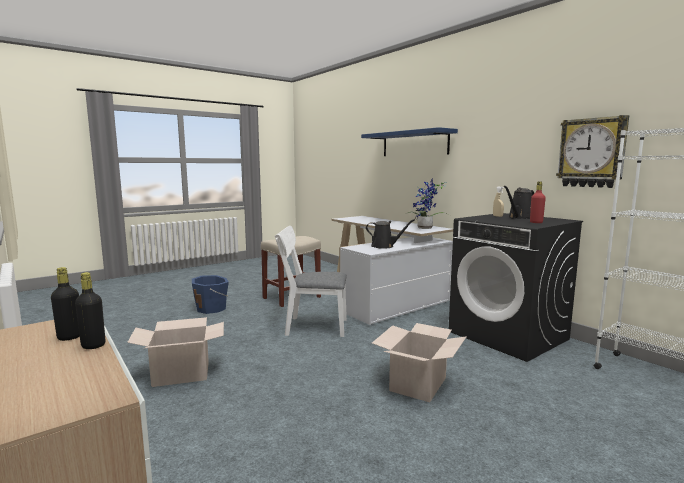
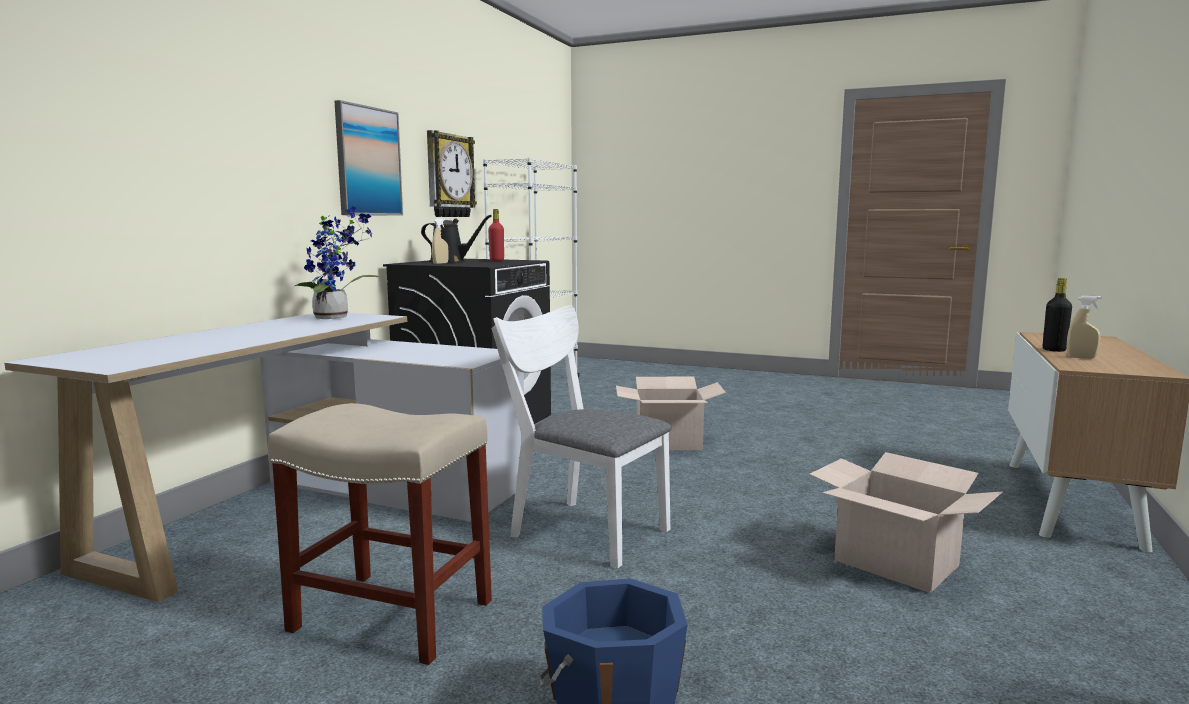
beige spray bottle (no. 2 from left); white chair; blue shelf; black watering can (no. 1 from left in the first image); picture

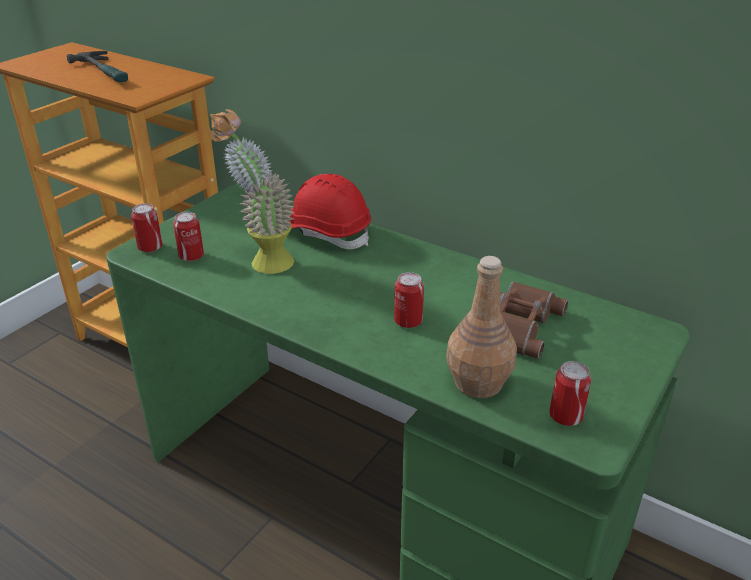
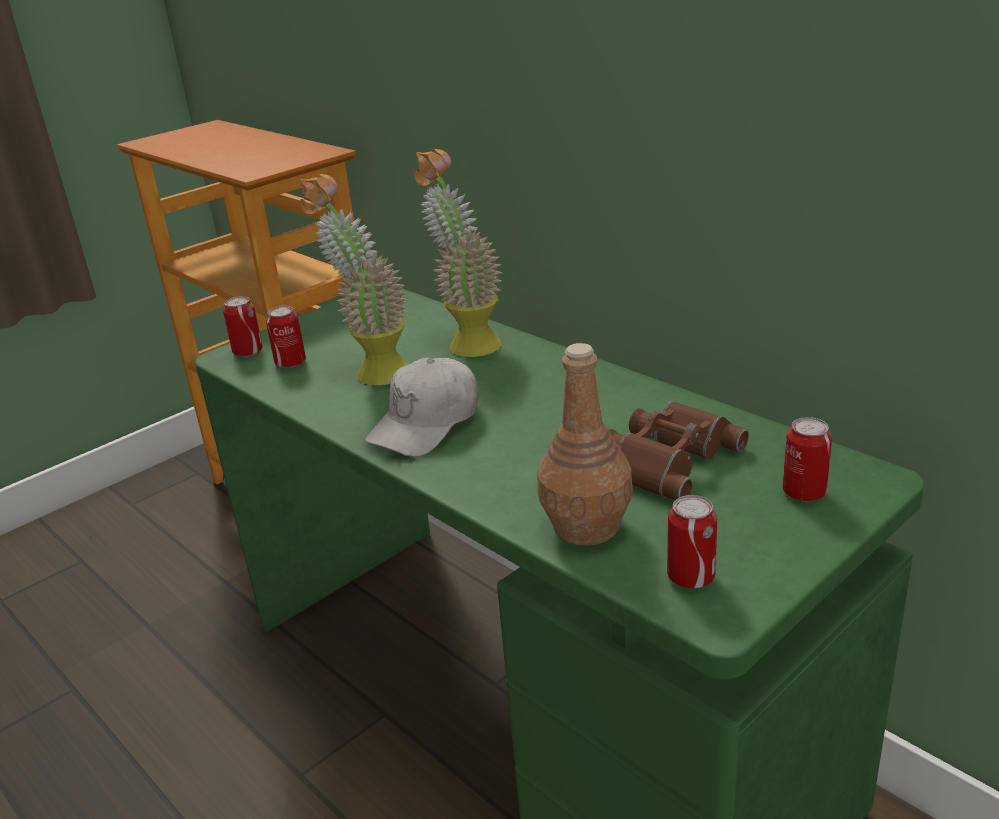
hammer; potted plant (no. 2 from left); can (no. 4 from left); white cap

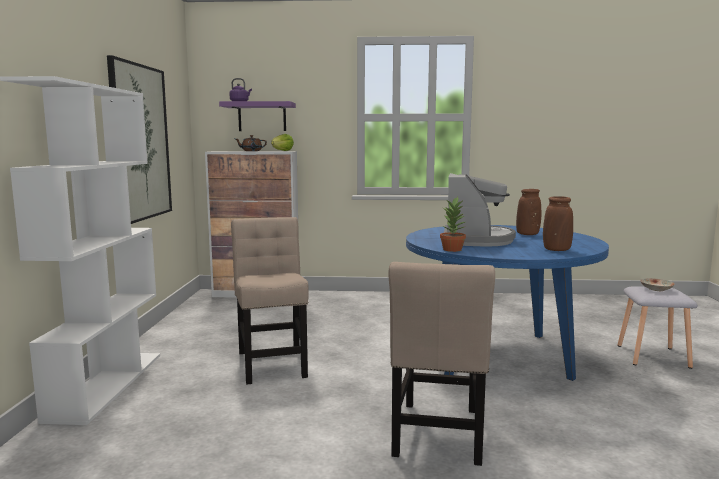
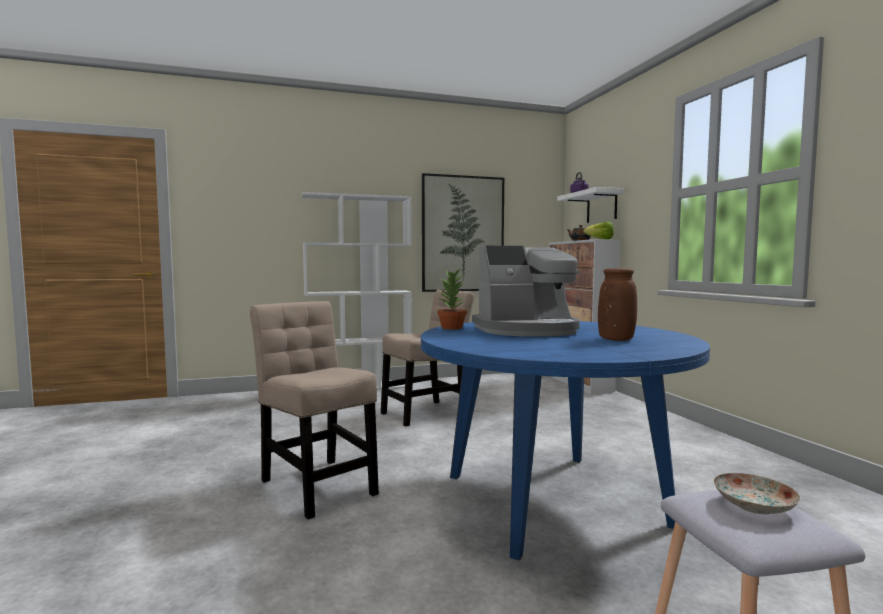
white shelf; beige chair (no. 1 from left); brown vase (no. 2 from left in the first image)

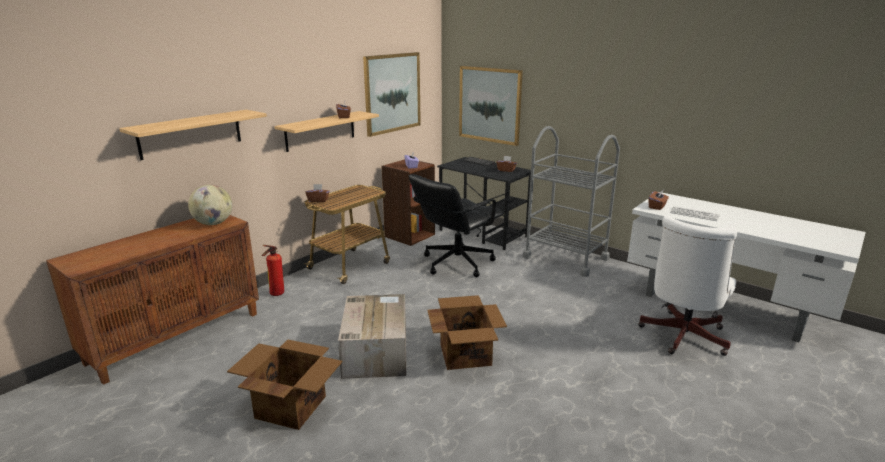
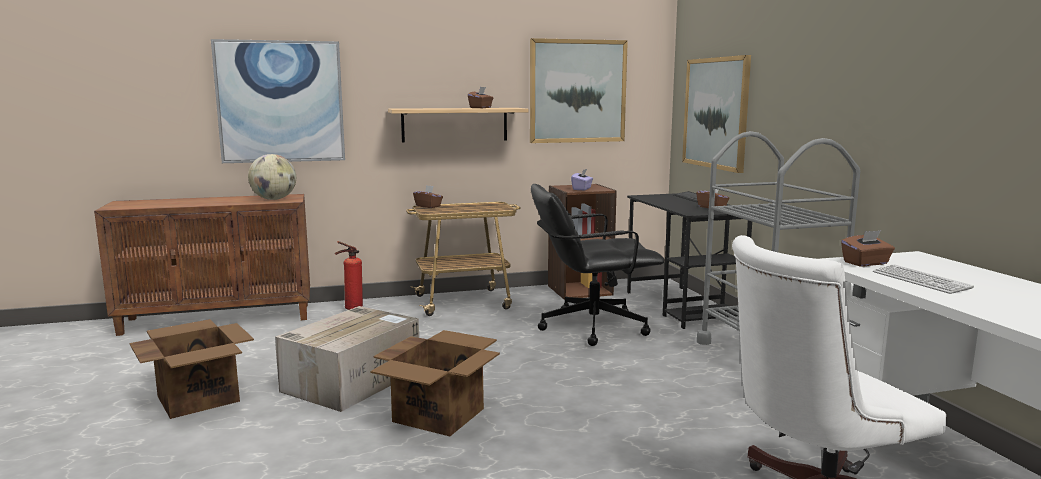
picture (no. 1 from left)

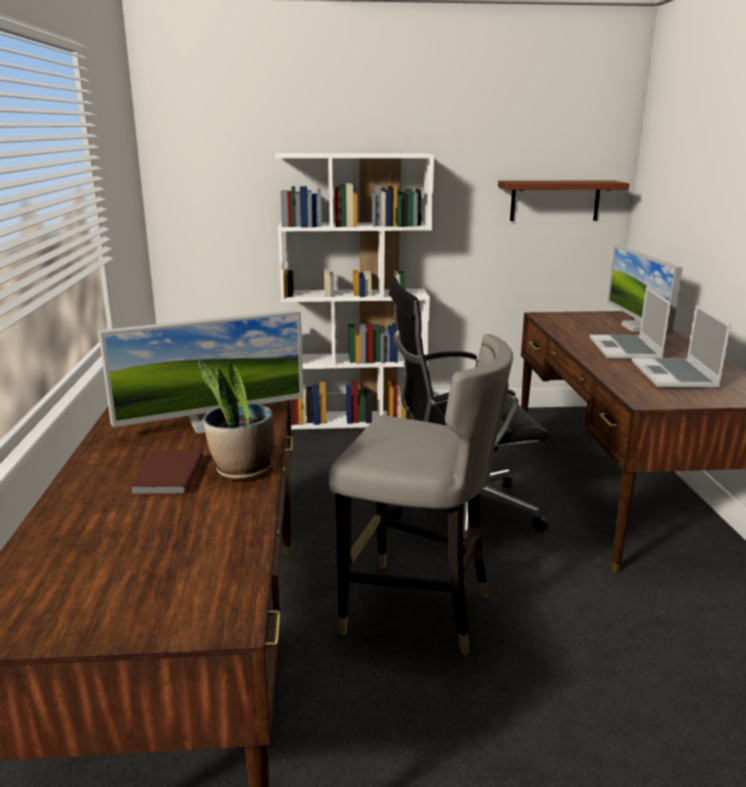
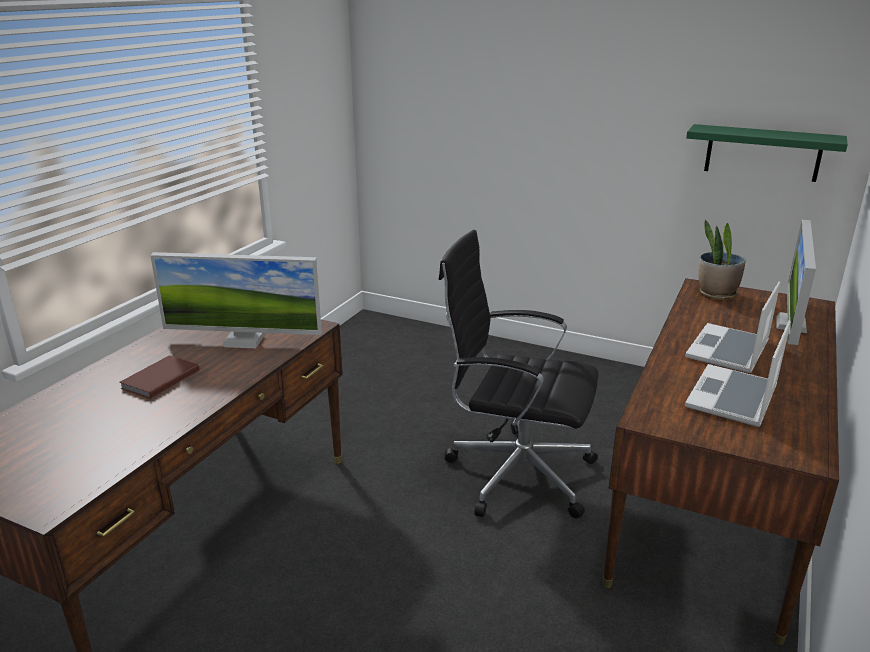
potted plant; white bookcase; grey stool; green shelf

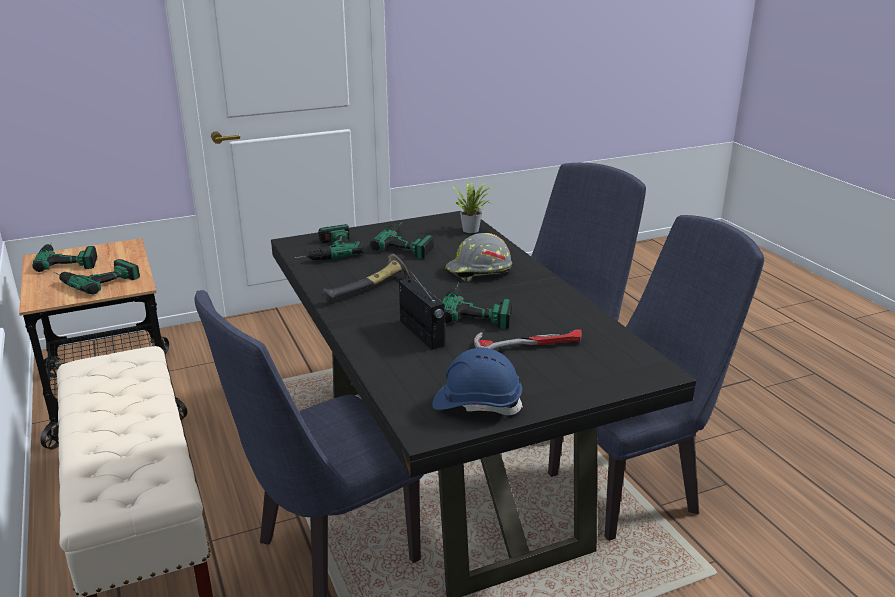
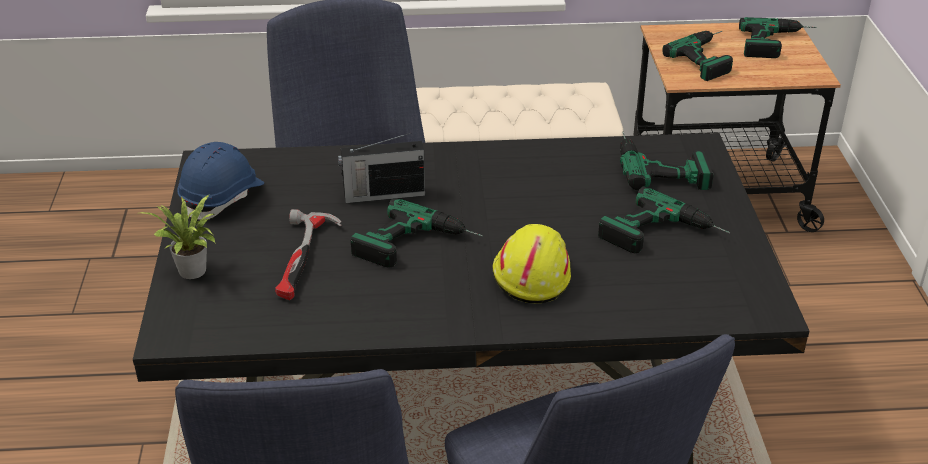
hammer (no. 1 from left in the first image); yellow hard hat; potted plant

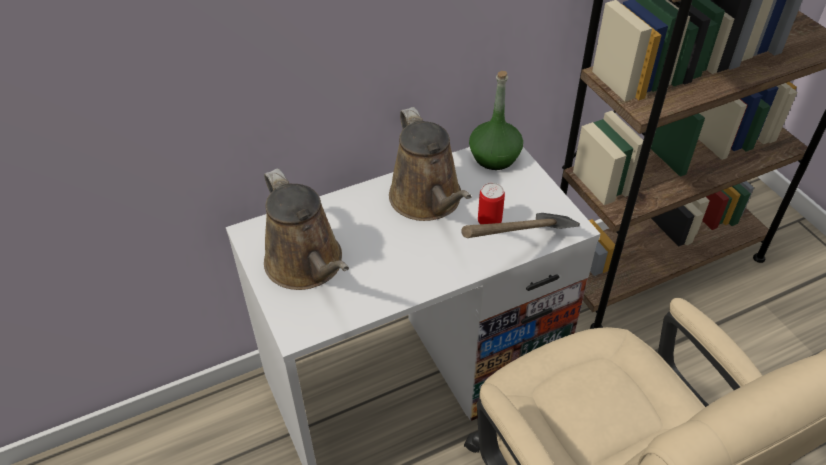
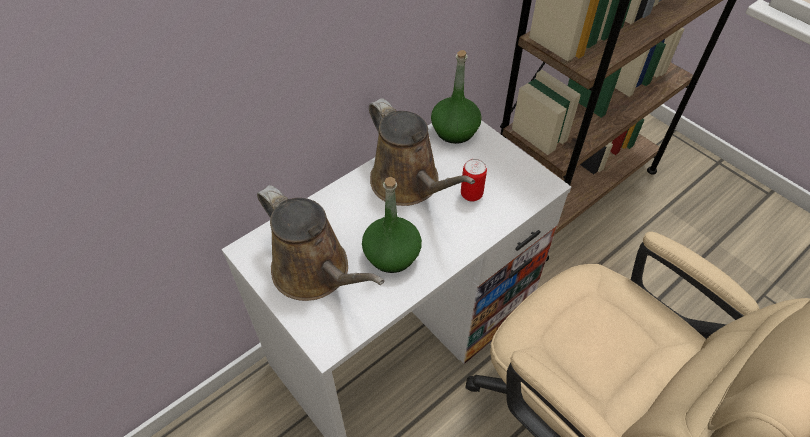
hammer; green bottle (no. 1 from left)

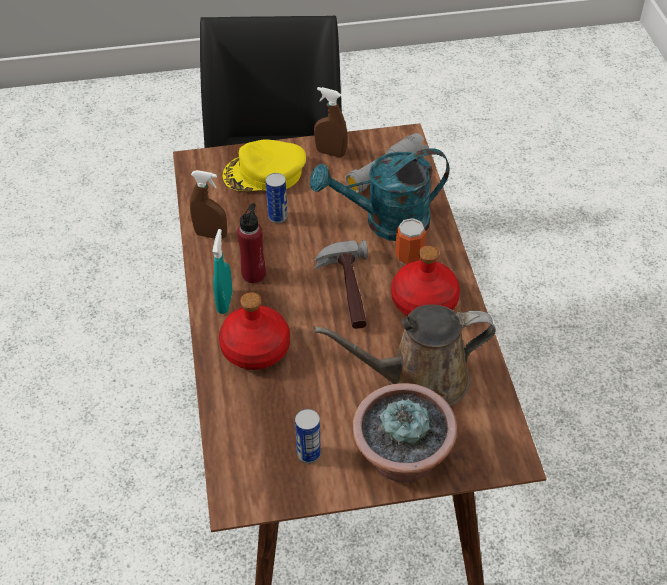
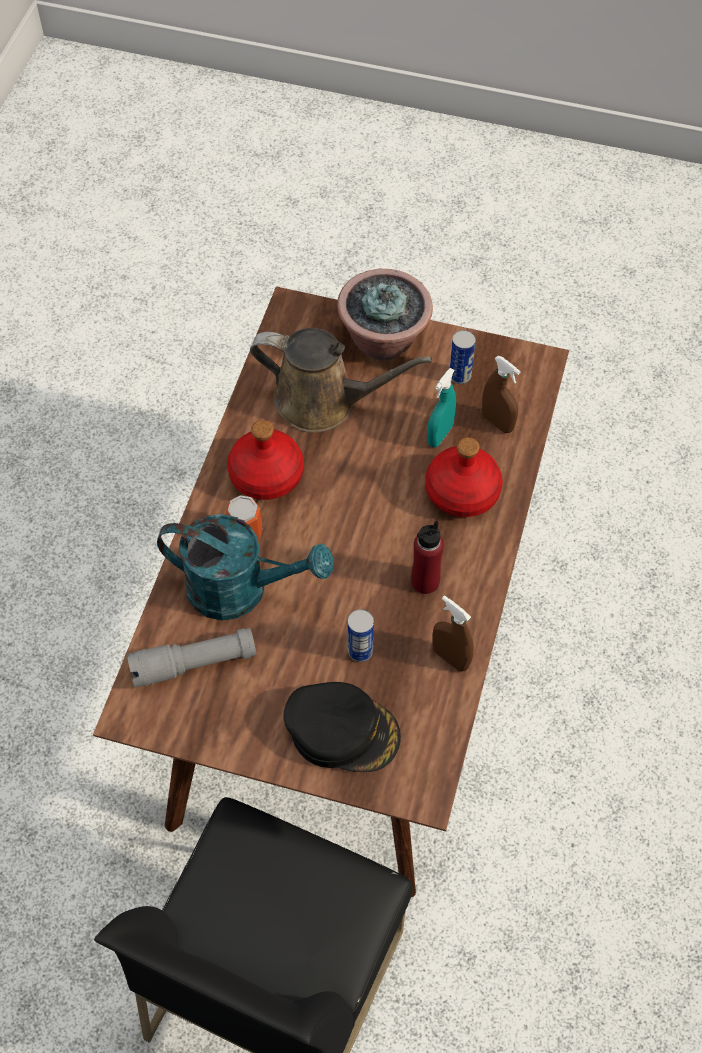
turquoise spray bottle; black cap; brown spray bottle (no. 2 from left); hammer

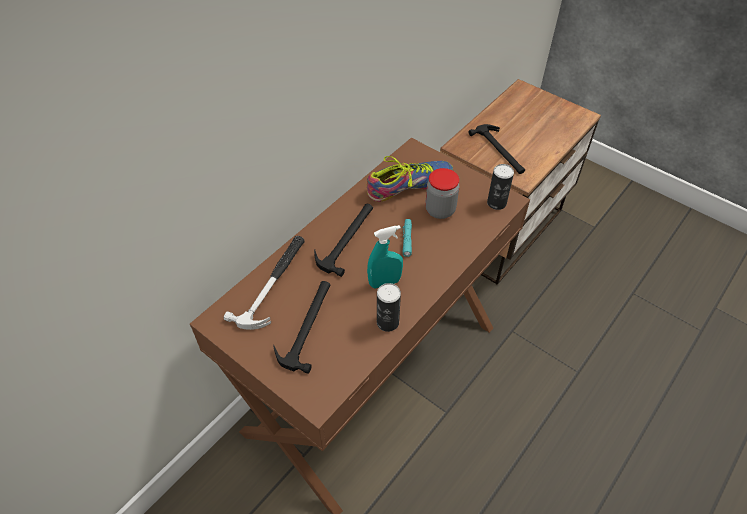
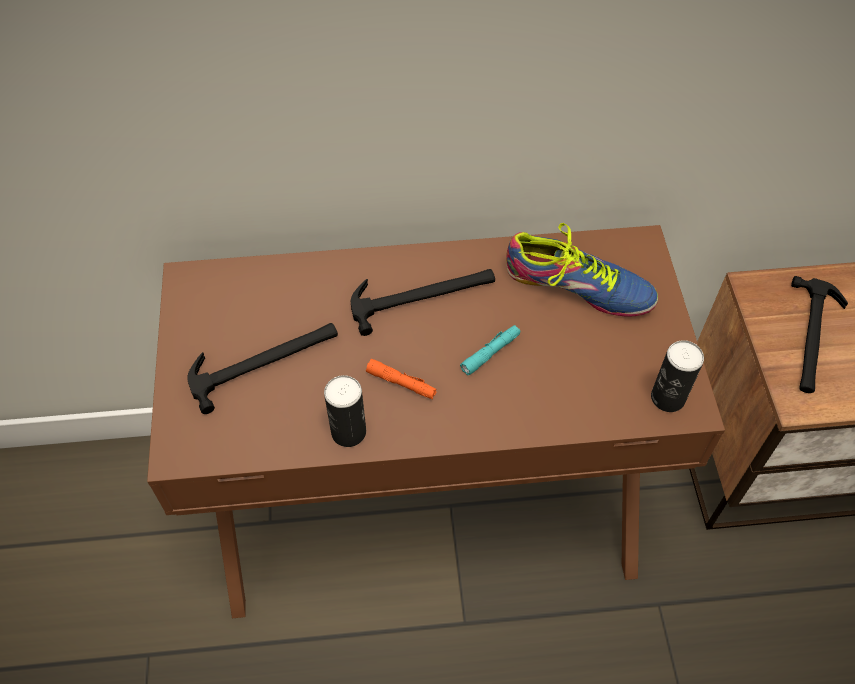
hammer (no. 1 from left in the first image); orange flashlight; jar

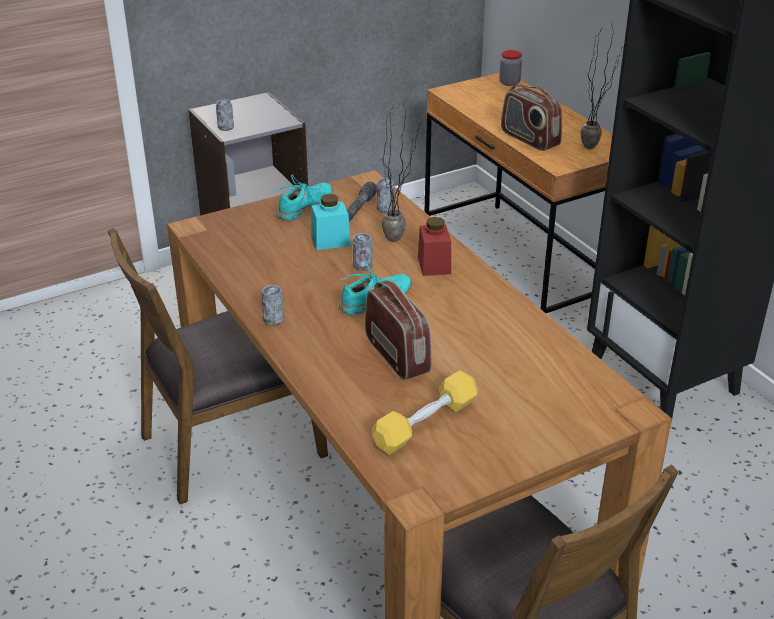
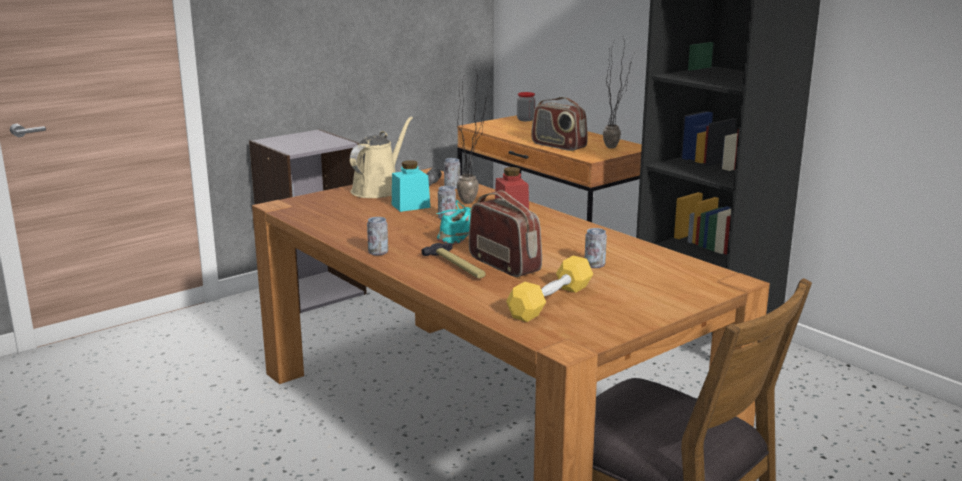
brown chair (no. 1 from left in the first image); can (no. 4 from left); beige watering can; hammer

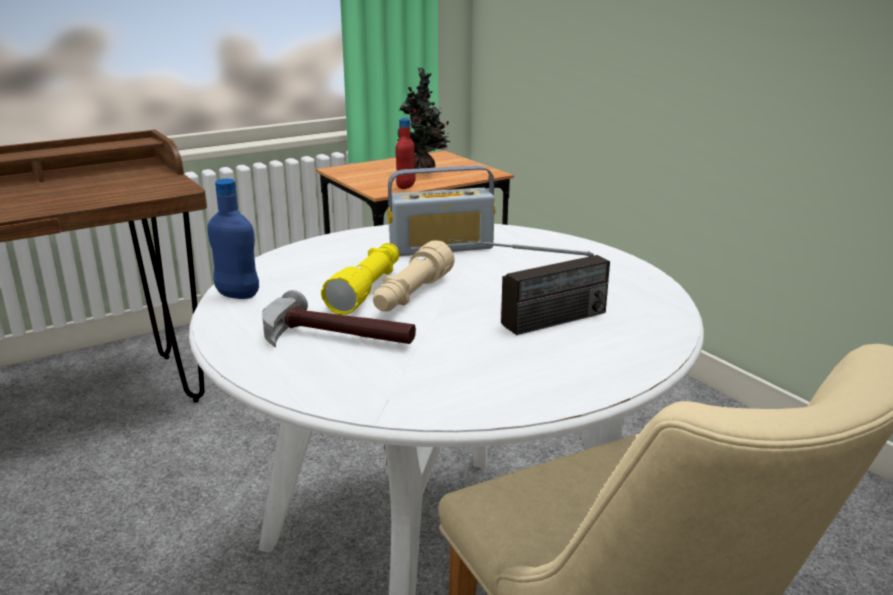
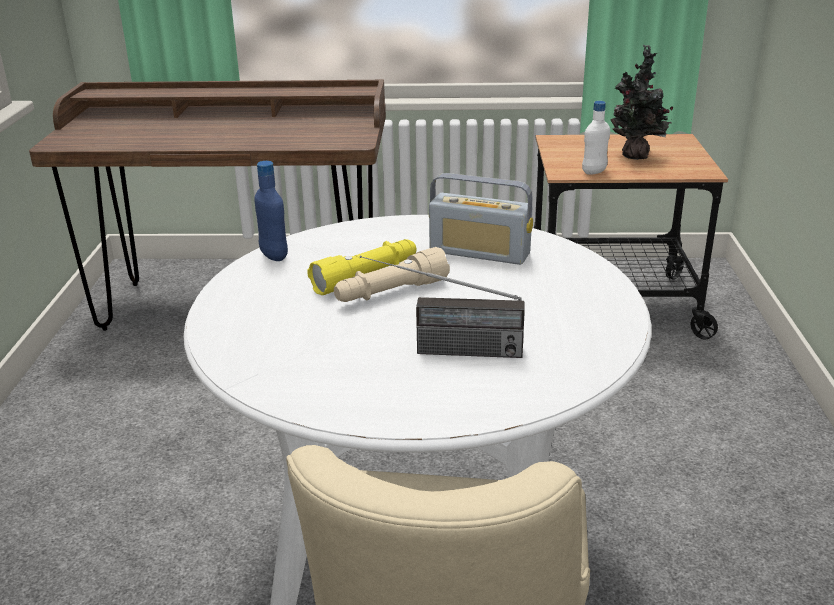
hammer; white bottle

